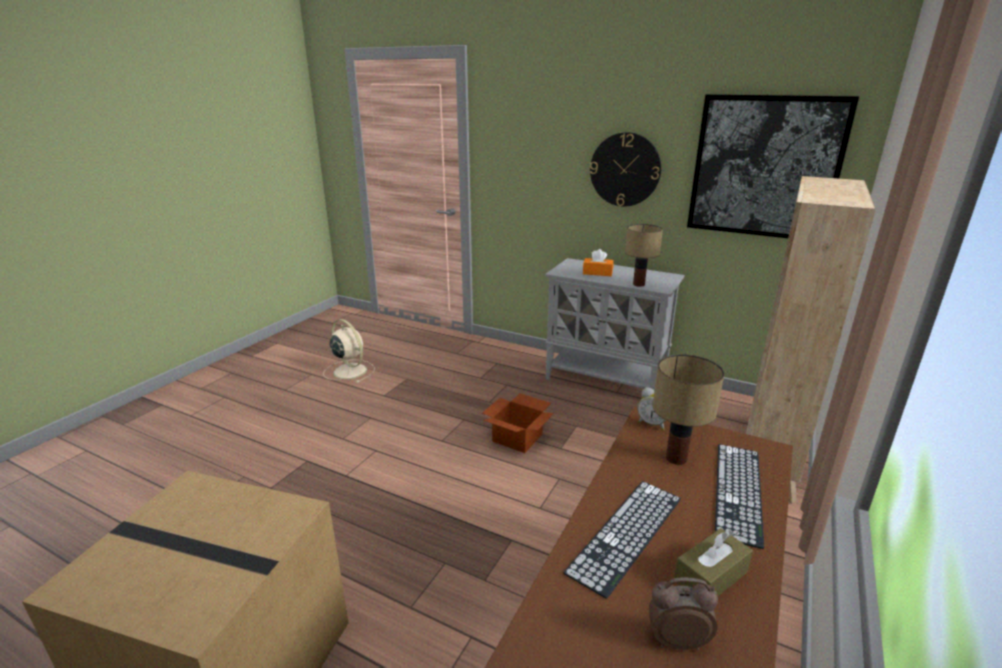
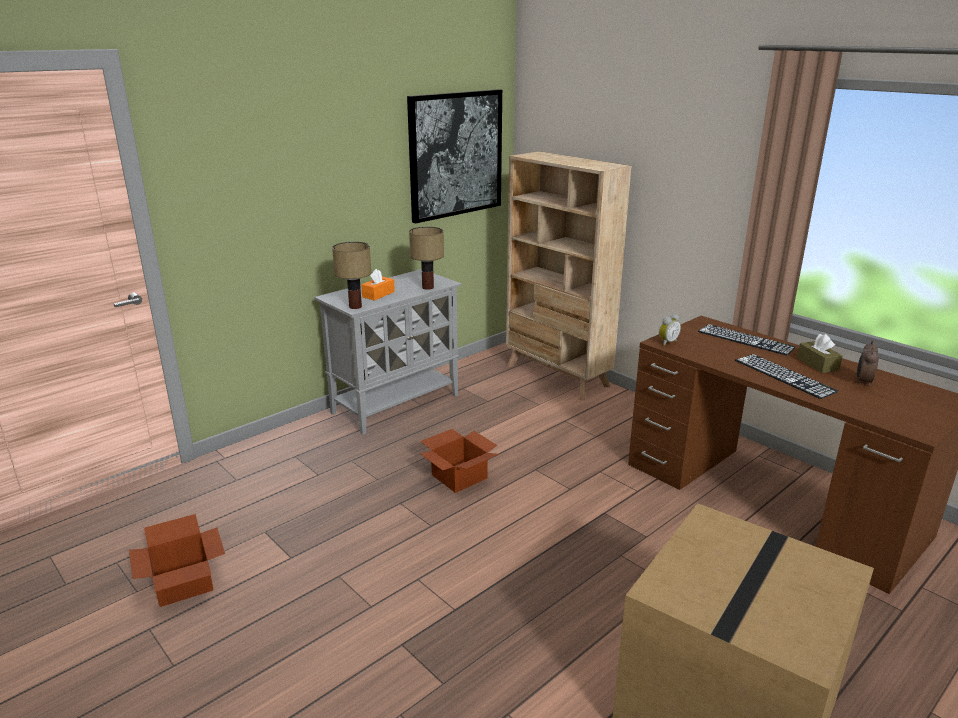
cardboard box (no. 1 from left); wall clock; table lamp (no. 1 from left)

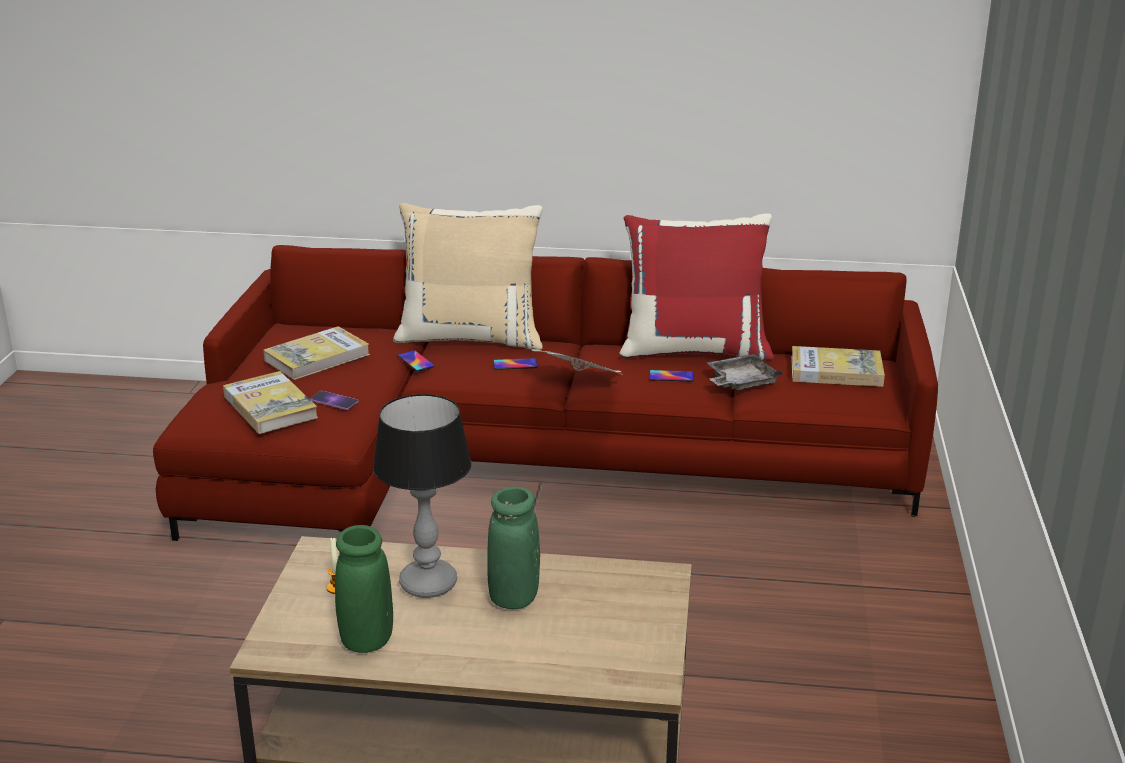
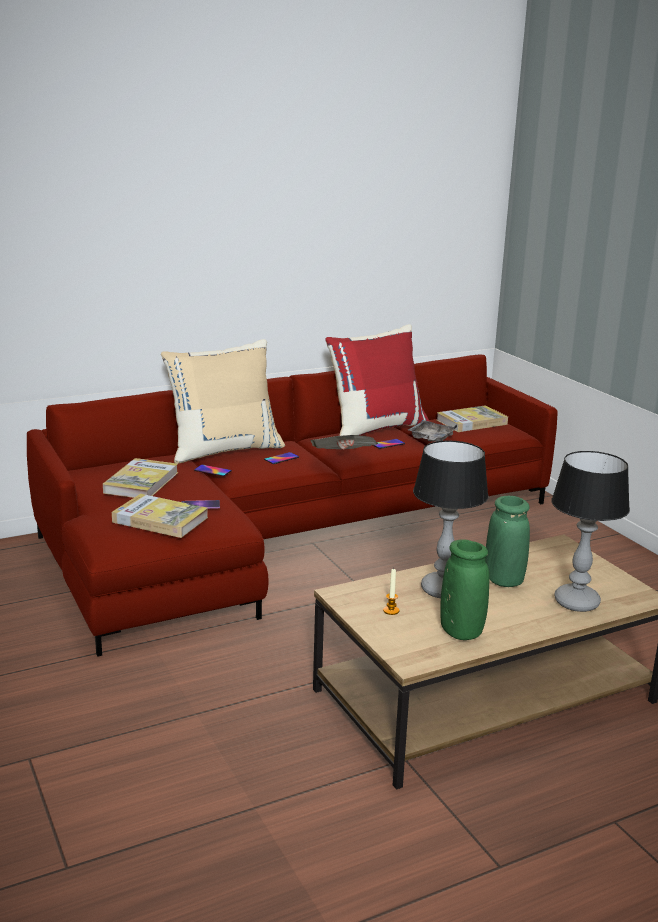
table lamp (no. 2 from left)

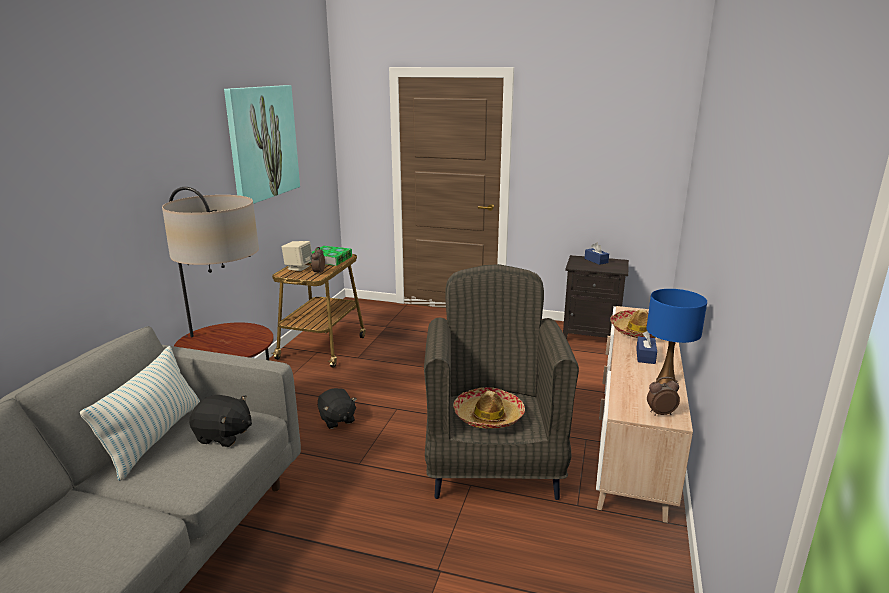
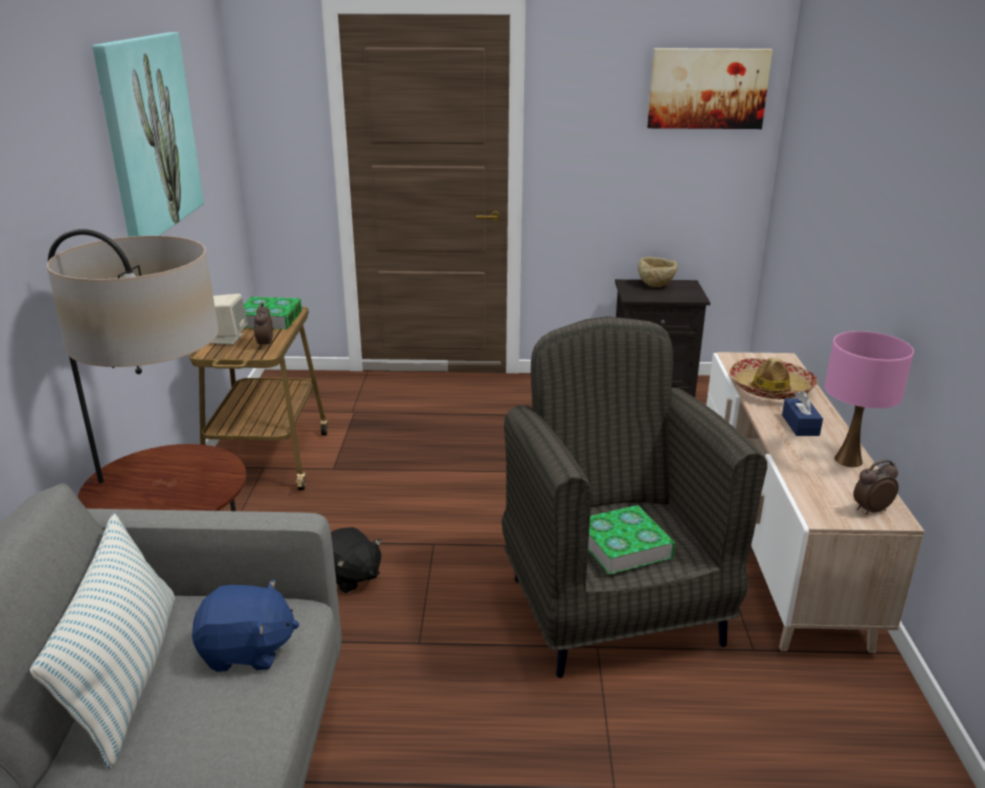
blue plush toy; book (no. 2 from left); beige bowl; pink table lamp; picture (no. 2 from left)

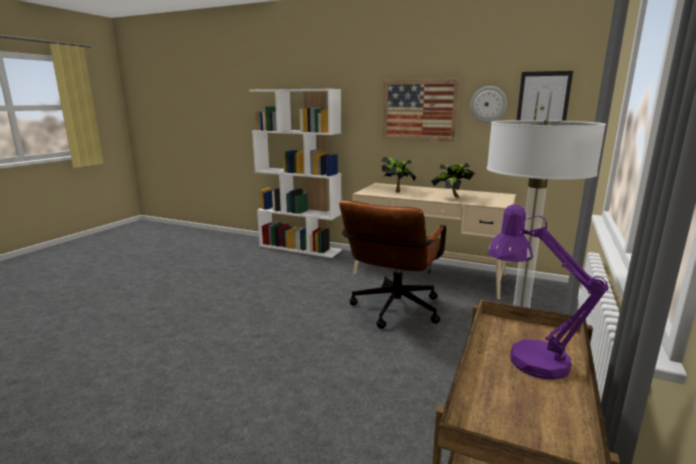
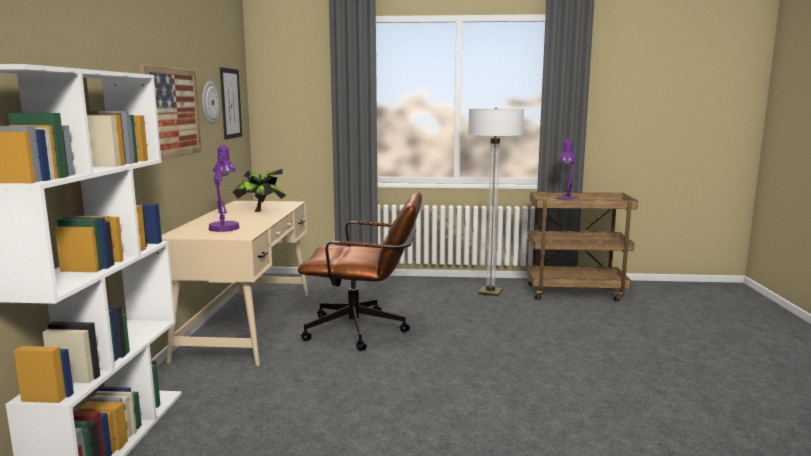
purple table lamp (no. 1 from left)

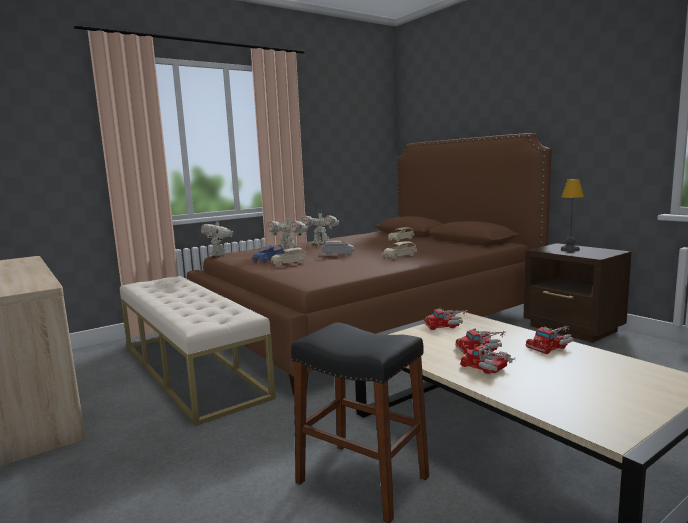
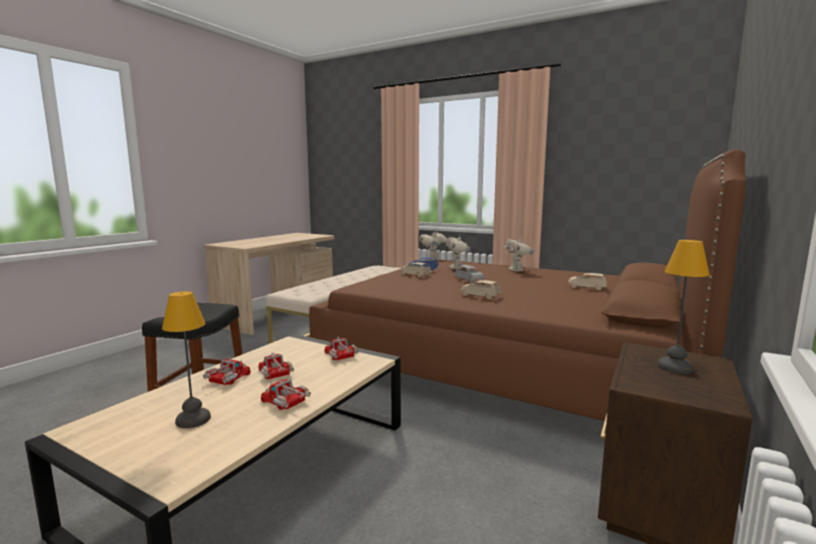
table lamp (no. 1 from left)

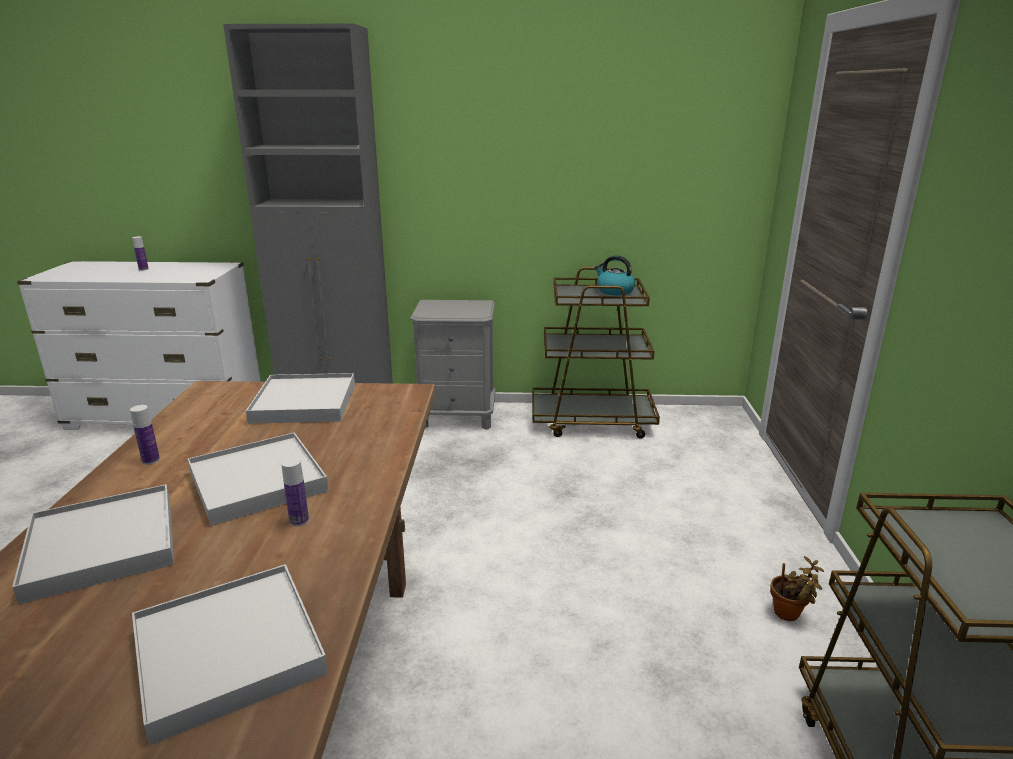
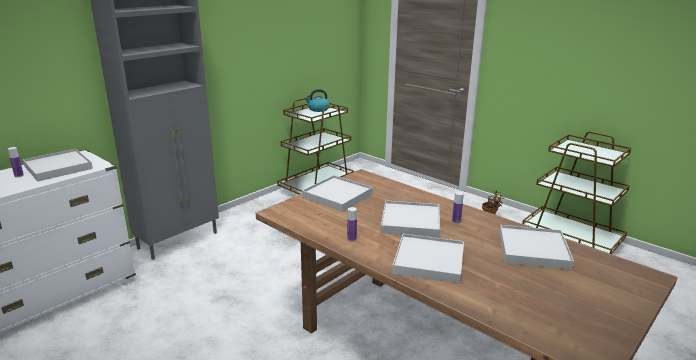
grey nightstand; white tray (no. 1 from left)

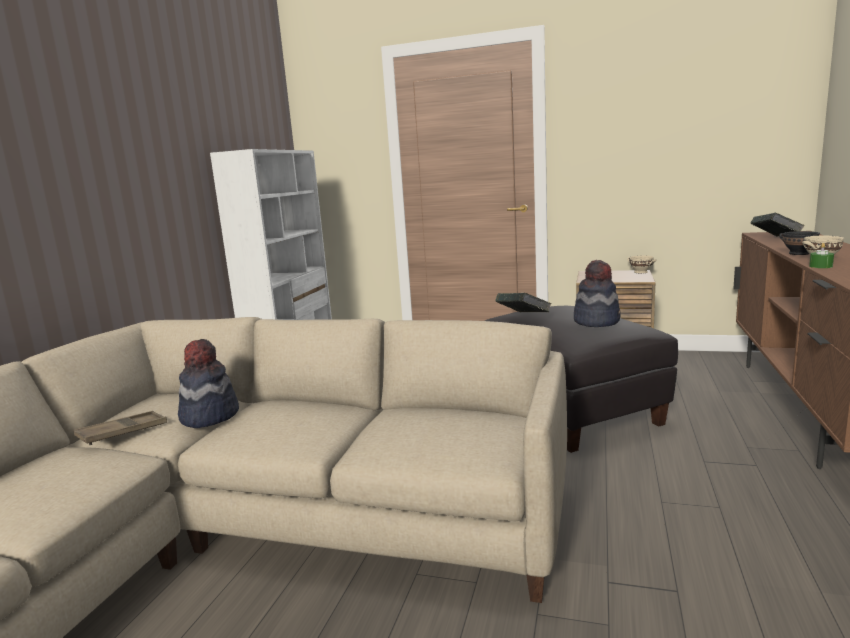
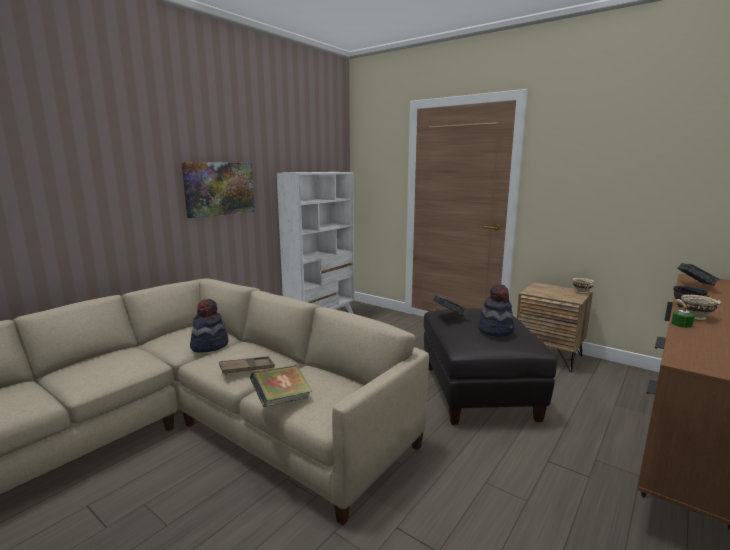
brown tray; picture; book (no. 1 from left)

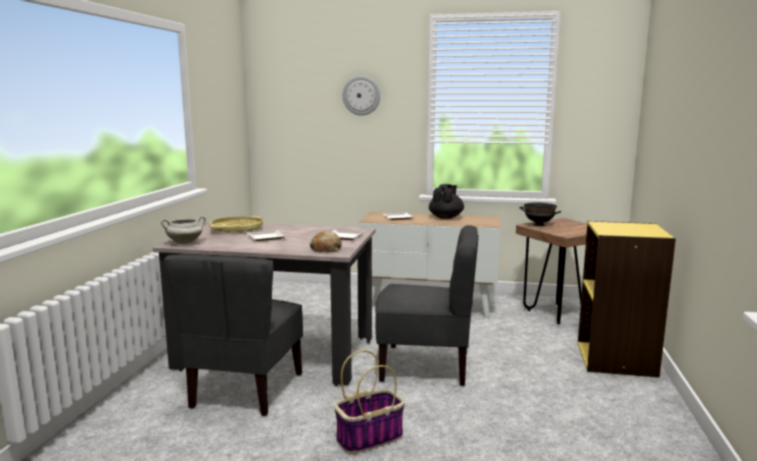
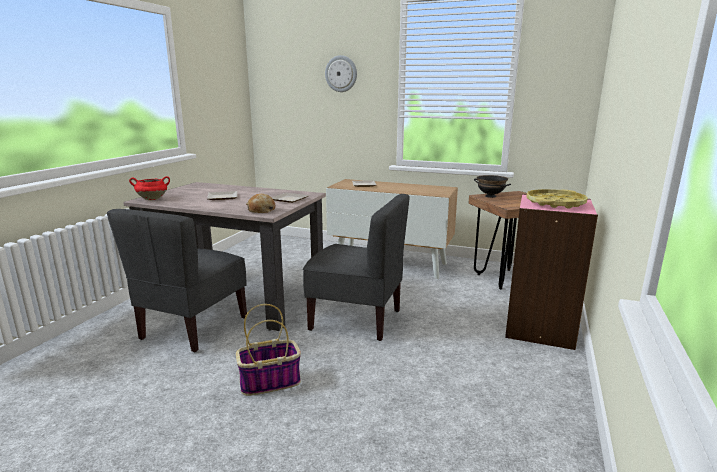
red cooking pot; yellow tray; black teapot; pink bookcase

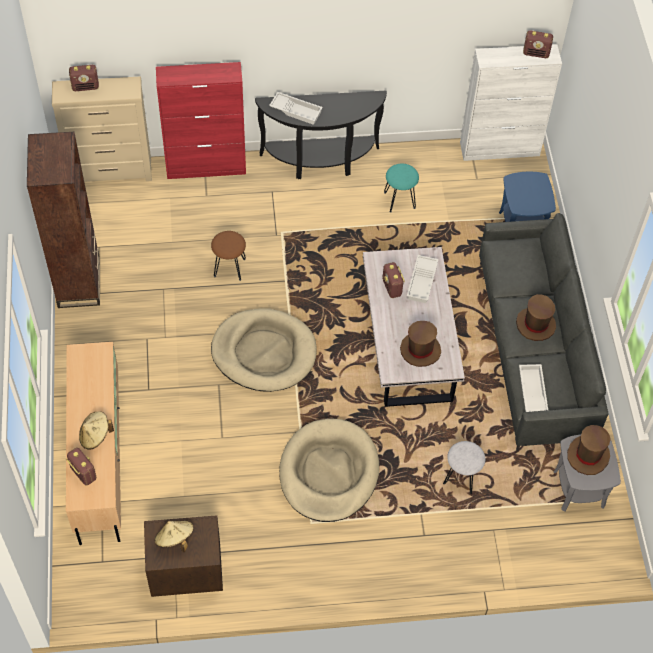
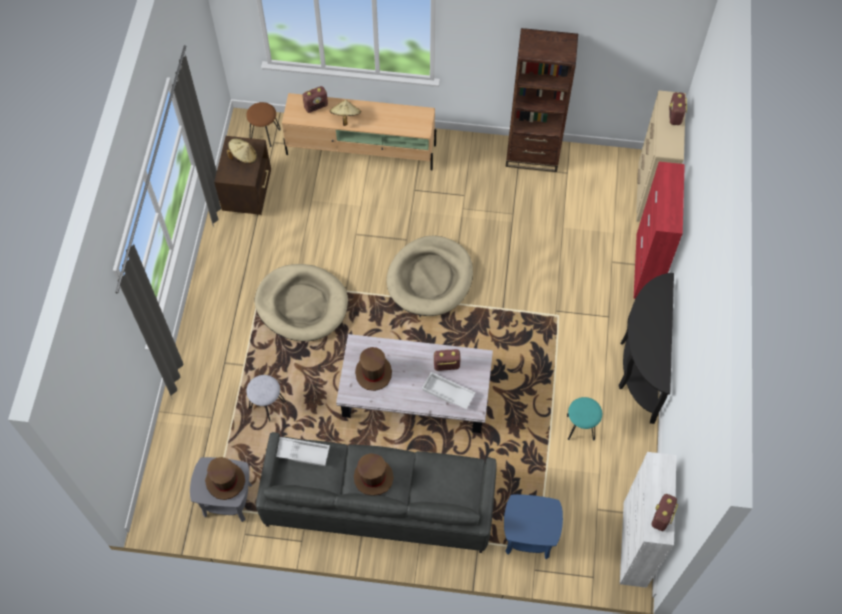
brown stool; white tray (no. 1 from left in the first image)

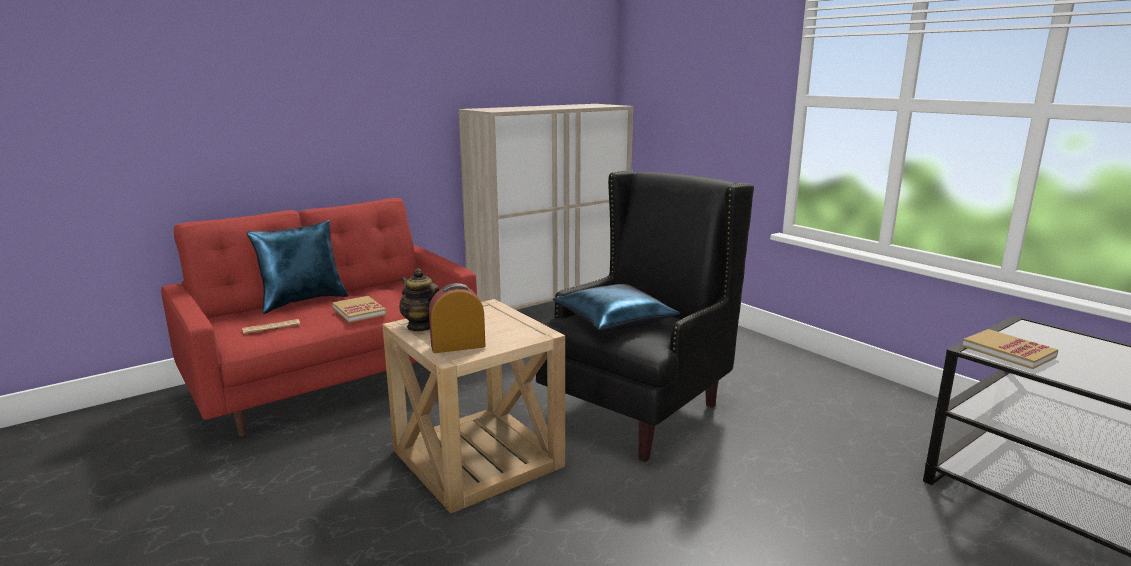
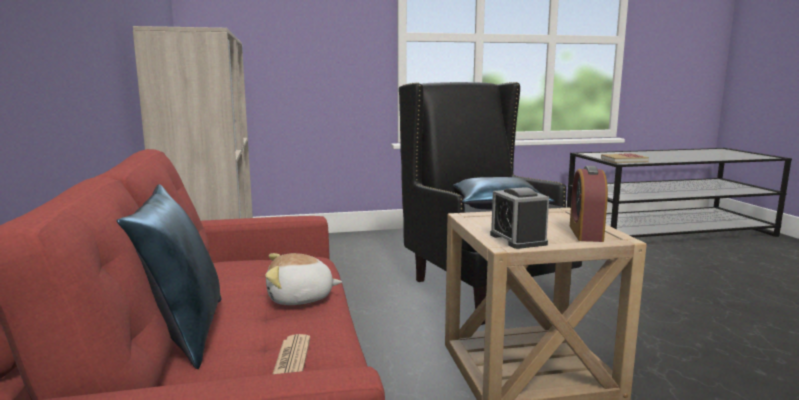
plush toy; alarm clock (no. 1 from left)

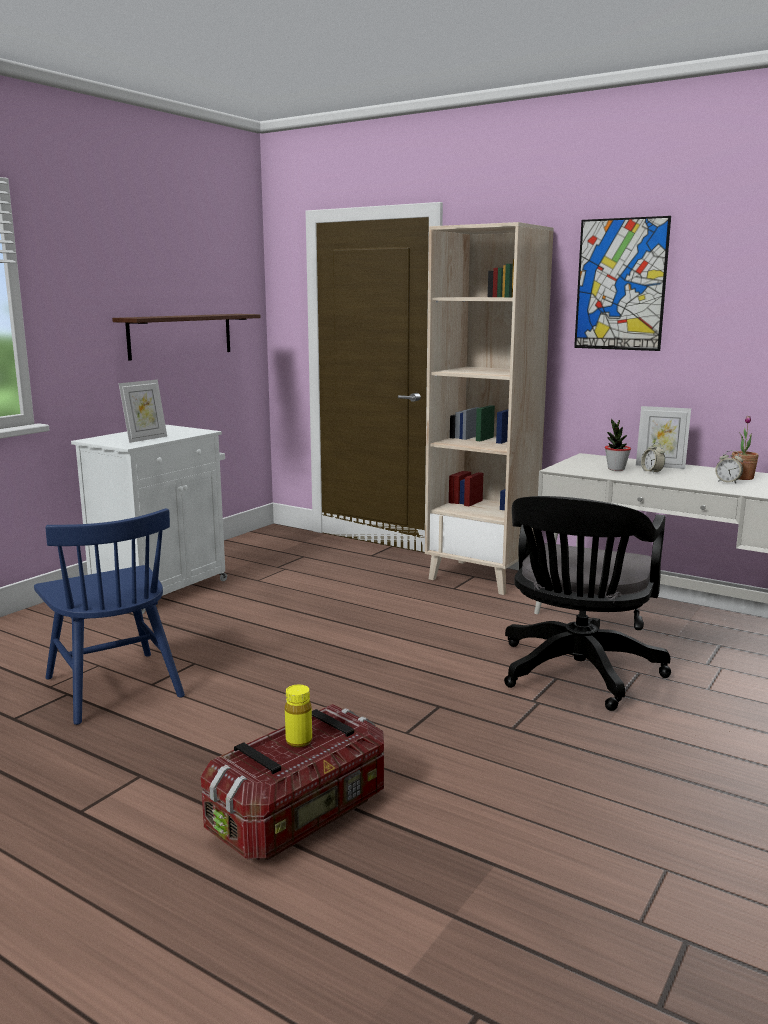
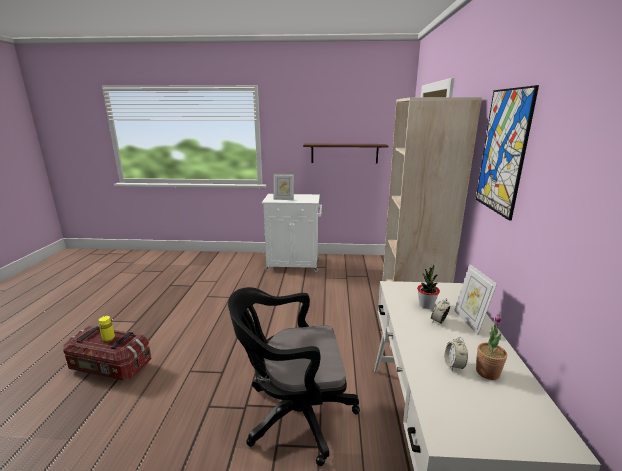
blue chair

